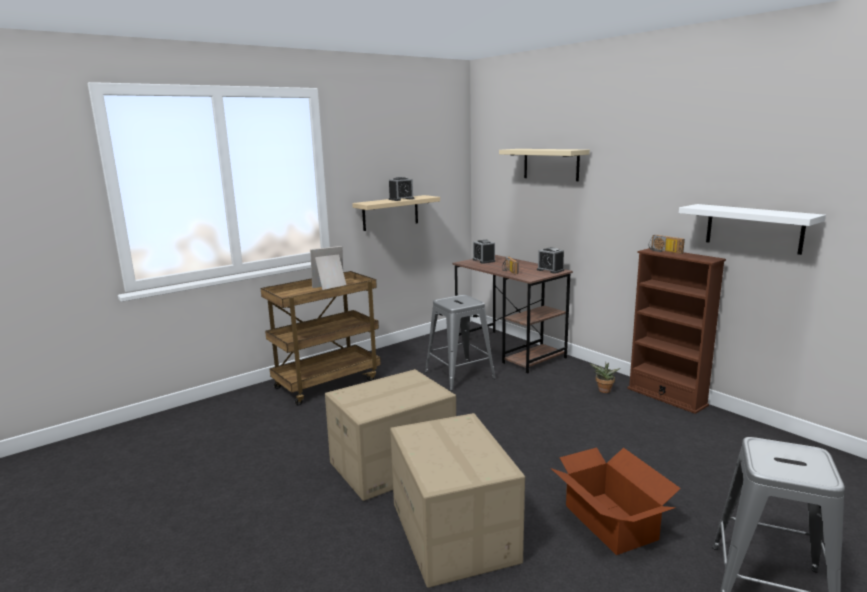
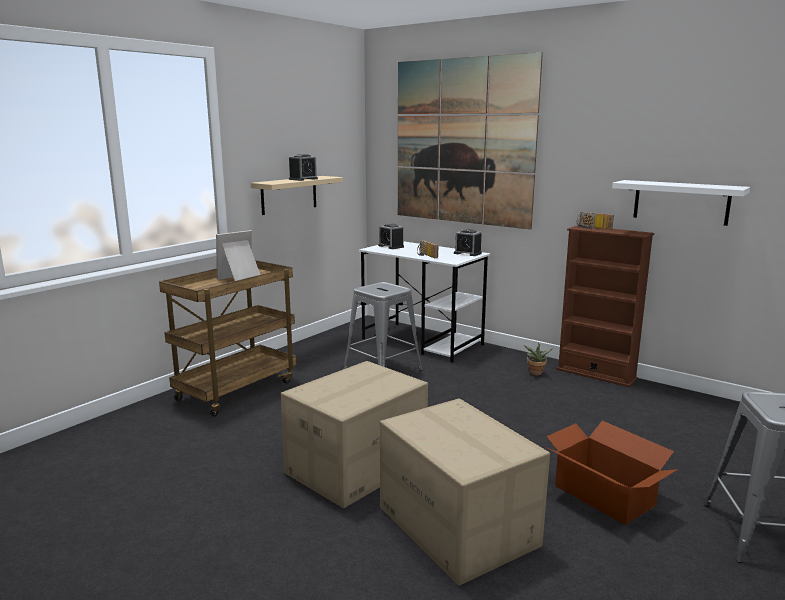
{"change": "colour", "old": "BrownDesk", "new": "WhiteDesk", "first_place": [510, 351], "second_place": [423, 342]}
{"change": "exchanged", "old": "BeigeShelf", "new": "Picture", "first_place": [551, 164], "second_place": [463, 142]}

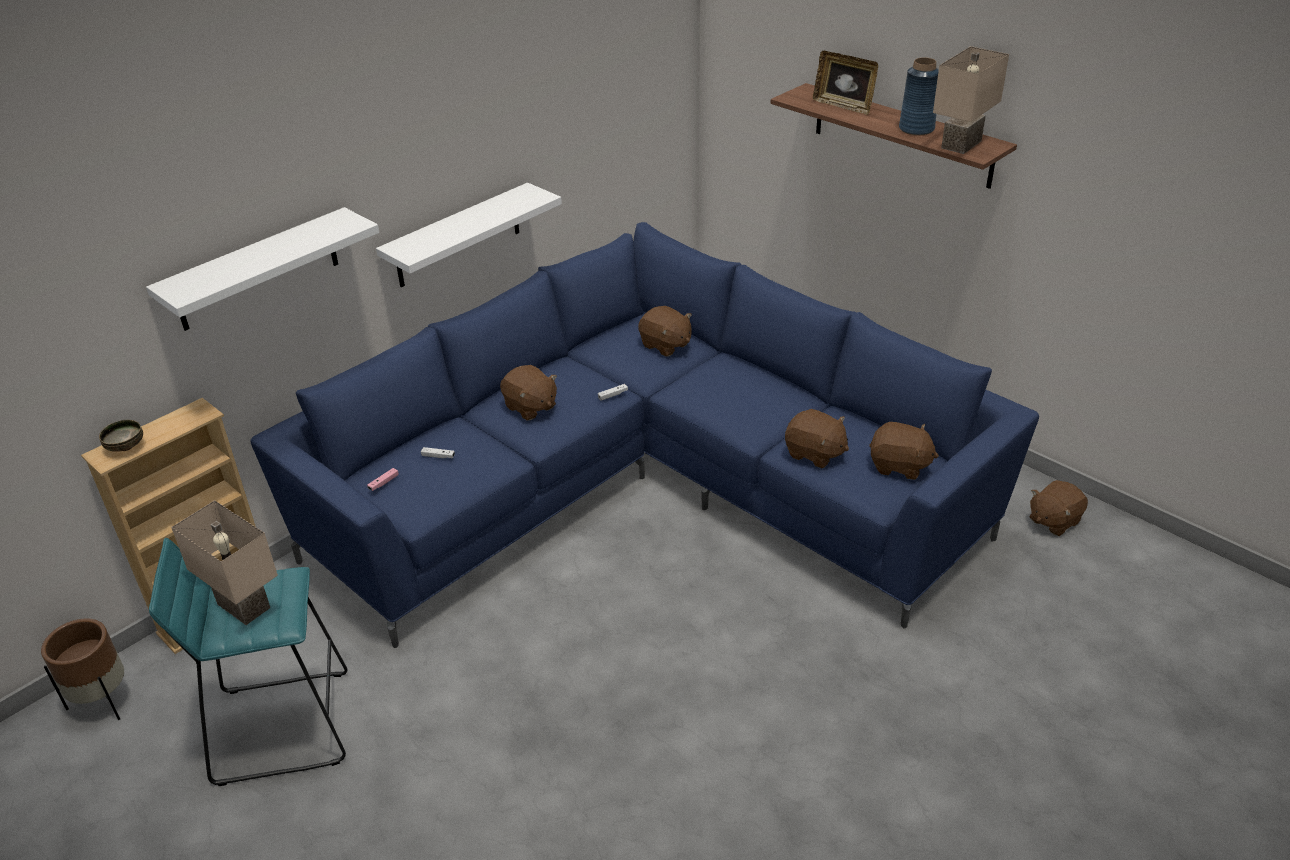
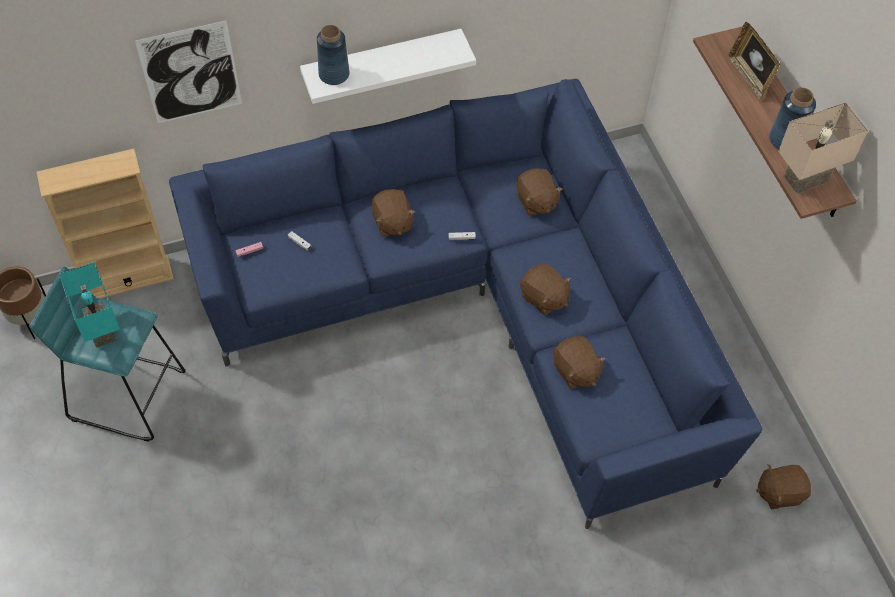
{"change": "missing", "old": "Bowl", "first_place": [126, 447]}
{"change": "exchanged", "old": "WhiteShelf", "new": "Picture", "first_place": [257, 270], "second_place": [190, 73]}
{"change": "colour", "old": "BeigeTableLamp", "new": "TurquoiseTableLamp", "first_place": [246, 604], "second_place": [104, 330]}
{"change": "relocated", "old": "BrownPlushToy", "first_place": [899, 466], "second_place": [544, 298]}
{"change": "appeared", "new": "BlueVase", "second_place": [334, 74]}

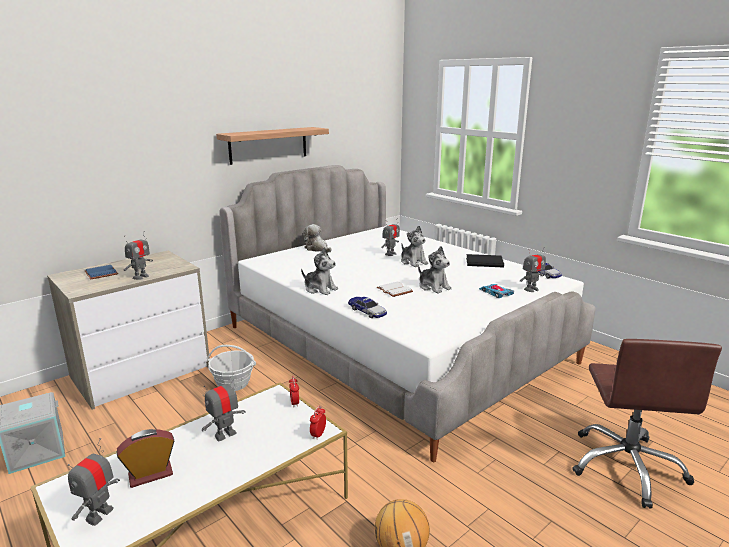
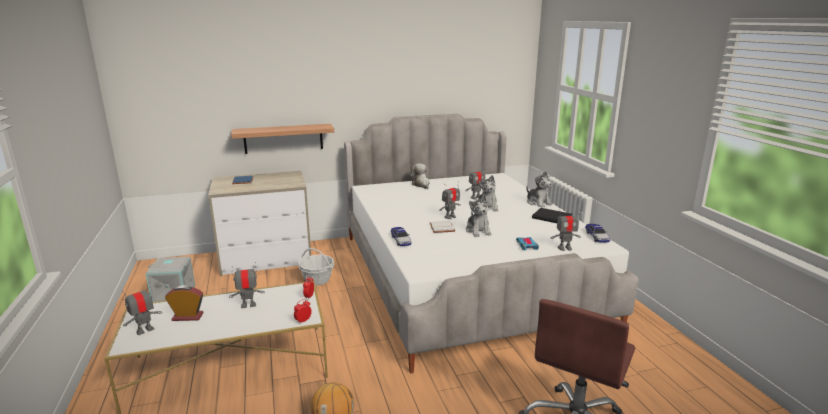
{"change": "relocated", "old": "ToyRobot", "first_place": [141, 277], "second_place": [450, 217]}
{"change": "relocated", "old": "Shelf", "first_place": [268, 145], "second_place": [283, 138]}
{"change": "relocated", "old": "PlushToy", "first_place": [320, 289], "second_place": [538, 203]}

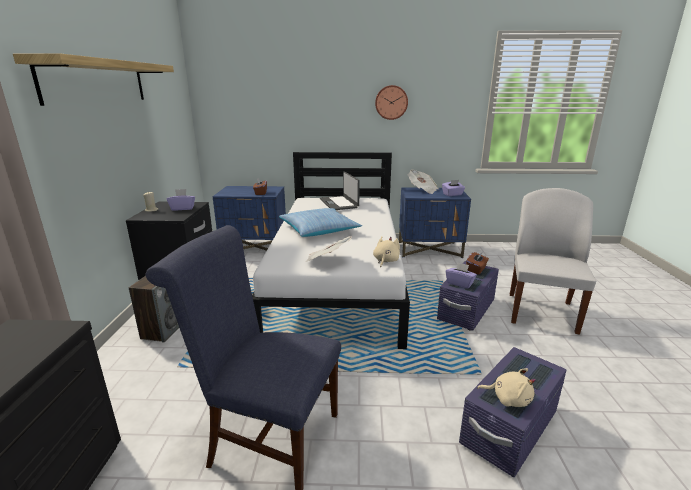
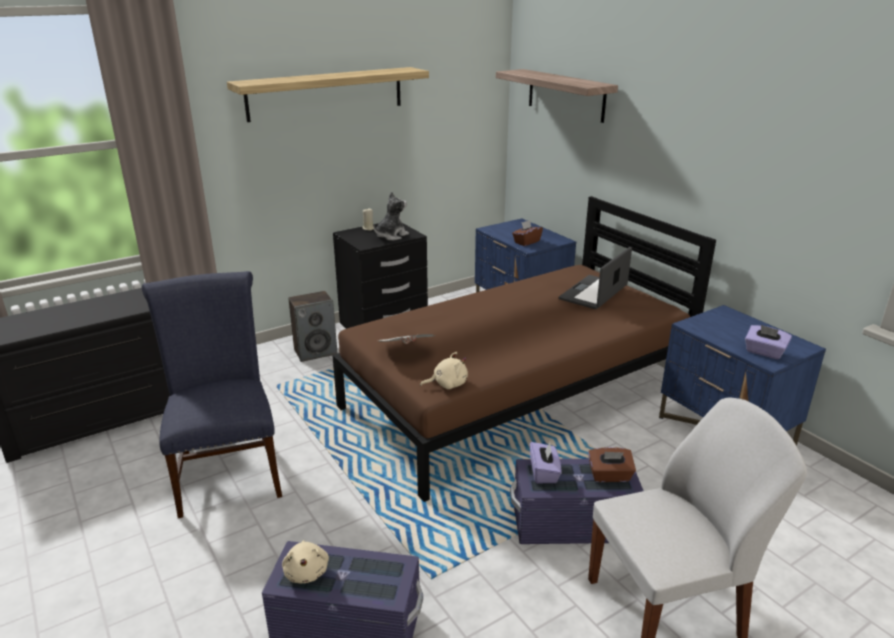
{"change": "exchanged", "old": "PurpleTissueBox", "new": "PlushToy", "first_place": [183, 208], "second_place": [391, 236]}
{"change": "colour", "old": "WhiteBed", "new": "BrownBed", "first_place": [338, 281], "second_place": [517, 397]}
{"change": "missing", "old": "Pillow", "first_place": [319, 230]}
{"change": "missing", "old": "WallClock", "first_place": [391, 102]}
{"change": "missing", "old": "Newspaper", "first_place": [422, 190]}
{"change": "appeared", "new": "Shelf", "second_place": [566, 95]}

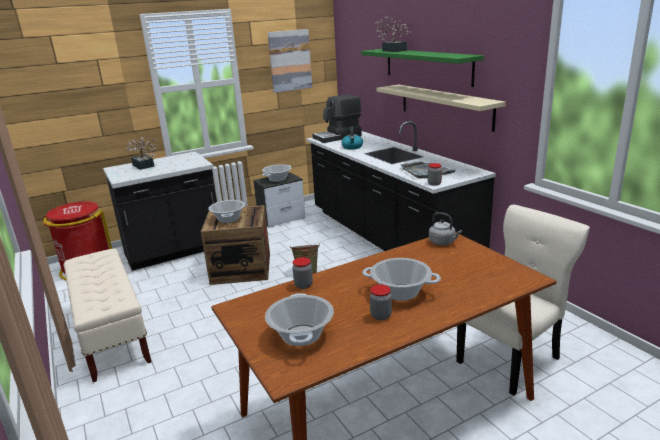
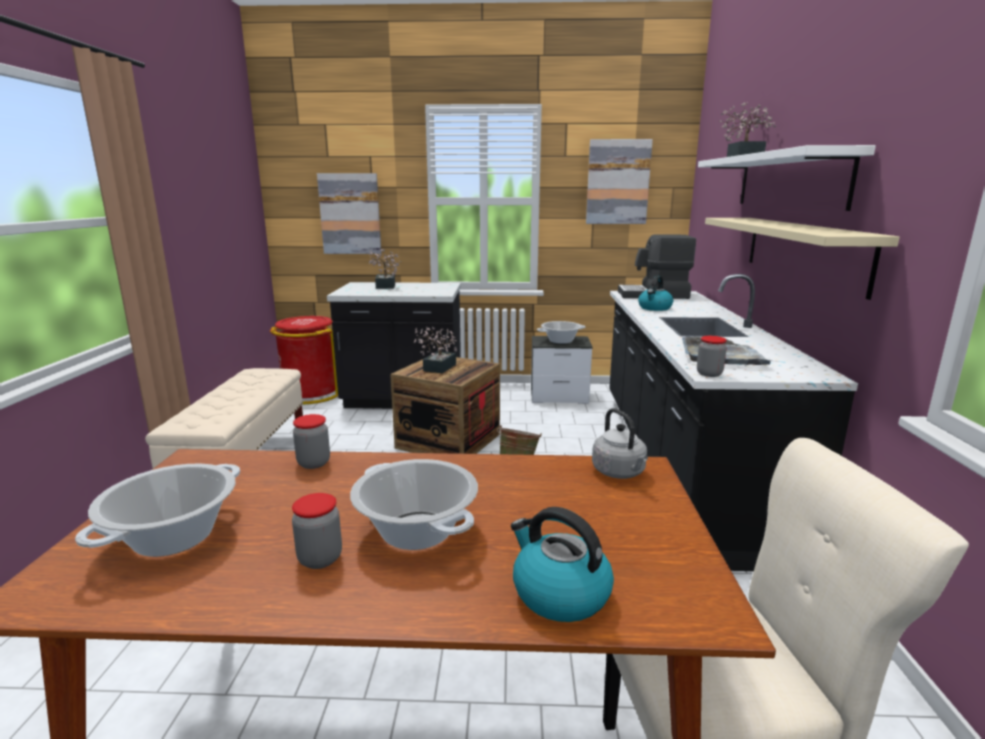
{"change": "exchanged", "old": "CookingPot", "new": "PottedPlant", "first_place": [228, 219], "second_place": [437, 368]}
{"change": "colour", "old": "GreenShelf", "new": "WhiteShelf", "first_place": [427, 66], "second_place": [789, 181]}
{"change": "appeared", "new": "Picture", "second_place": [350, 214]}
{"change": "appeared", "new": "Kettle", "second_place": [559, 593]}

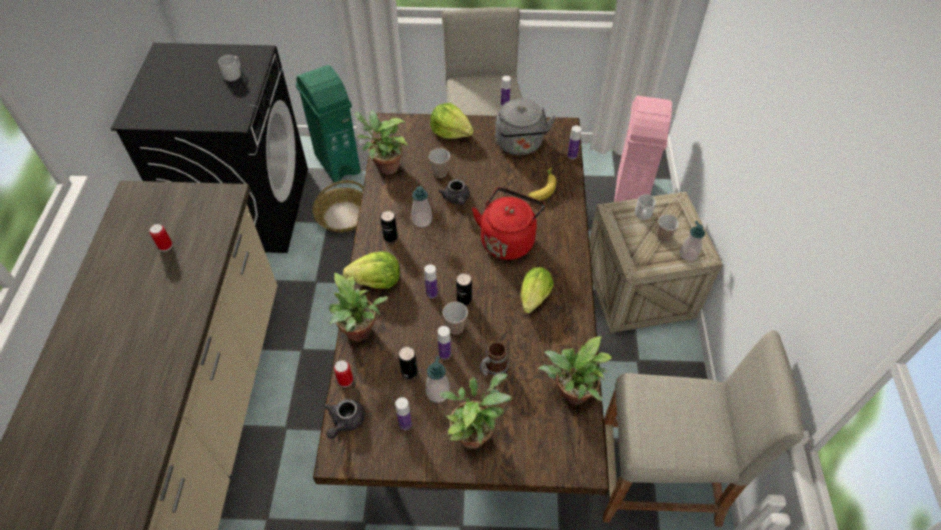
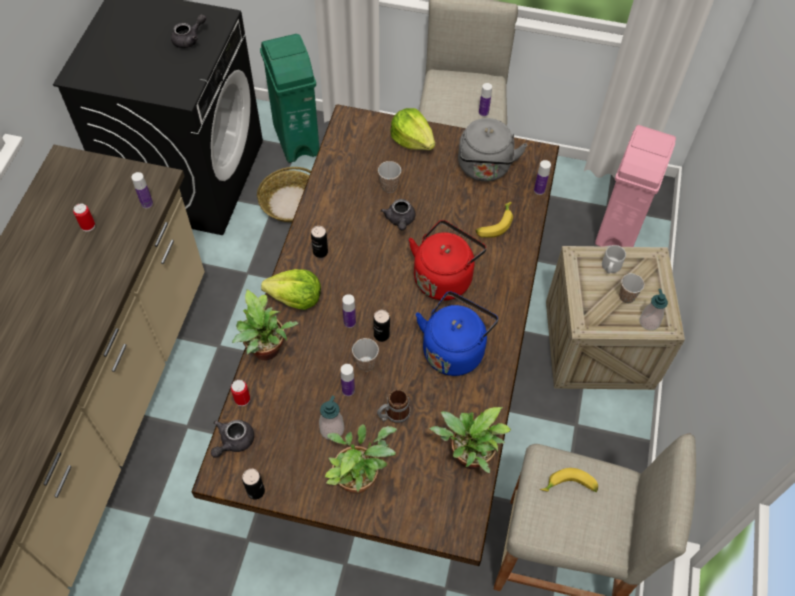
{"change": "exchanged", "old": "GreyMug", "new": "GreyTeapot", "first_place": [233, 74], "second_place": [189, 39]}
{"change": "missing", "old": "PottedPlant", "first_place": [384, 166]}
{"change": "relocated", "old": "Bottle", "first_place": [405, 424], "second_place": [147, 203]}
{"change": "relocated", "old": "Can", "first_place": [409, 372], "second_place": [256, 491]}
{"change": "missing", "old": "SoapDispenser", "first_place": [422, 220]}
{"change": "exchanged", "old": "Lettuce", "new": "BlueKettle", "first_place": [533, 300], "second_place": [454, 349]}
{"change": "appeared", "new": "Banana", "second_place": [569, 487]}

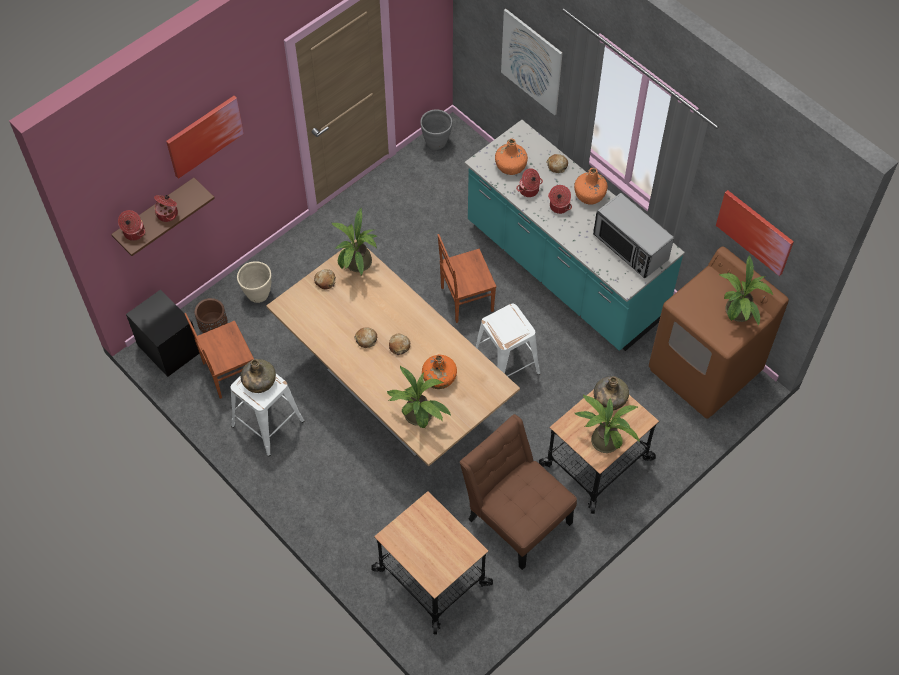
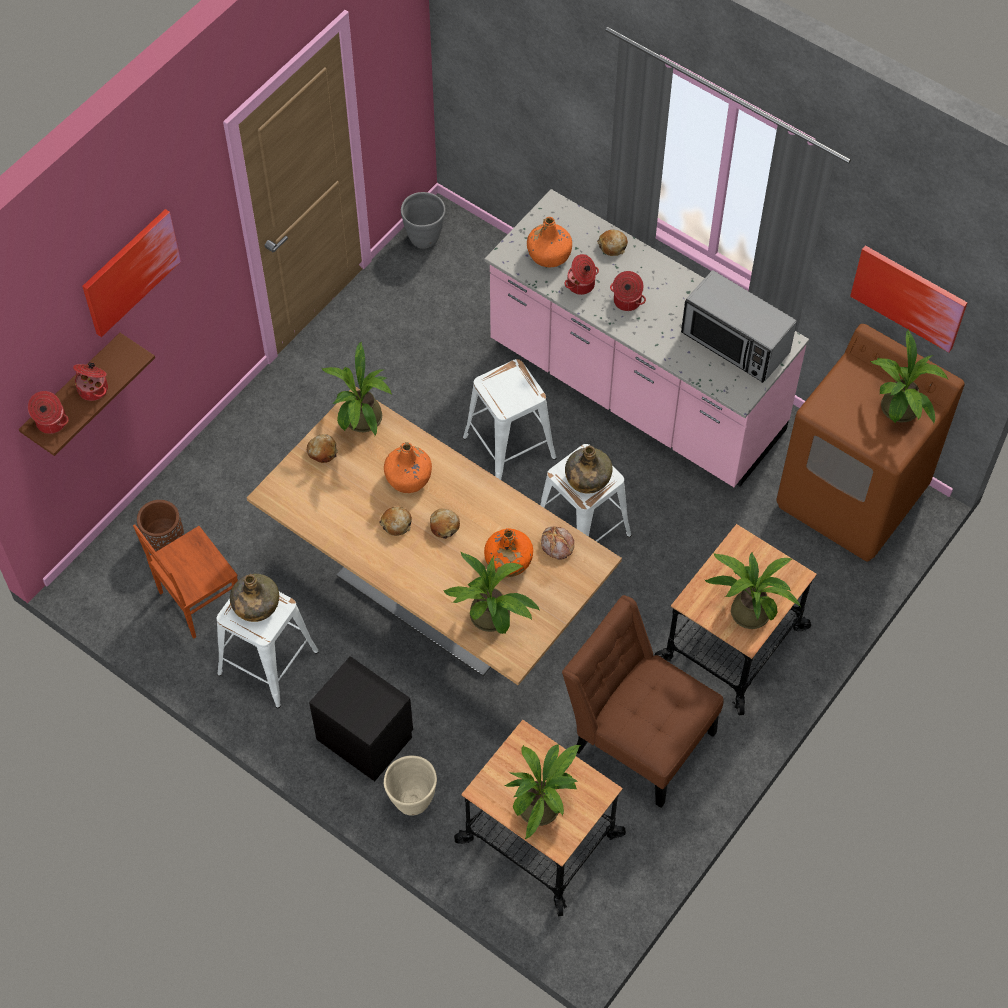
{"change": "relocated", "old": "BlackNightstand", "first_place": [170, 348], "second_place": [366, 736]}
{"change": "relocated", "old": "BeigePlanter", "first_place": [258, 295], "second_place": [412, 801]}
{"change": "exchanged", "old": "BrownChair", "new": "WhiteStool", "first_place": [465, 299], "second_place": [508, 448]}
{"change": "colour", "old": "TurquoiseCounter", "new": "PinkCounter", "first_place": [564, 271], "second_place": [635, 390]}
{"change": "missing", "old": "Picture", "first_place": [531, 62]}
{"change": "relocated", "old": "OrangeBottle", "first_place": [590, 194], "second_place": [409, 477]}
{"change": "relocated", "old": "GreenBottle", "first_place": [609, 399], "second_place": [587, 478]}
{"change": "appeared", "new": "PottedPlant", "second_place": [543, 805]}
{"change": "appeared", "new": "Bread", "second_place": [556, 545]}

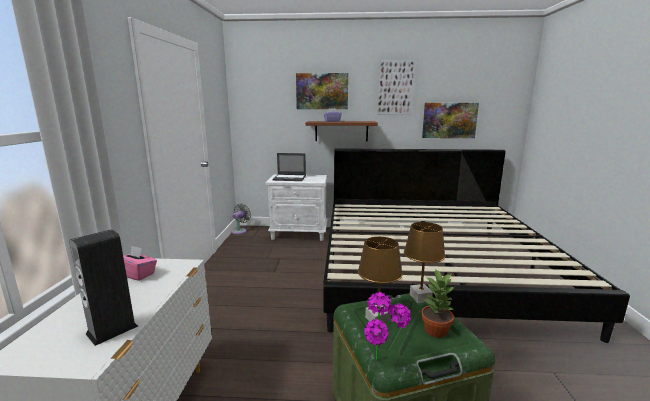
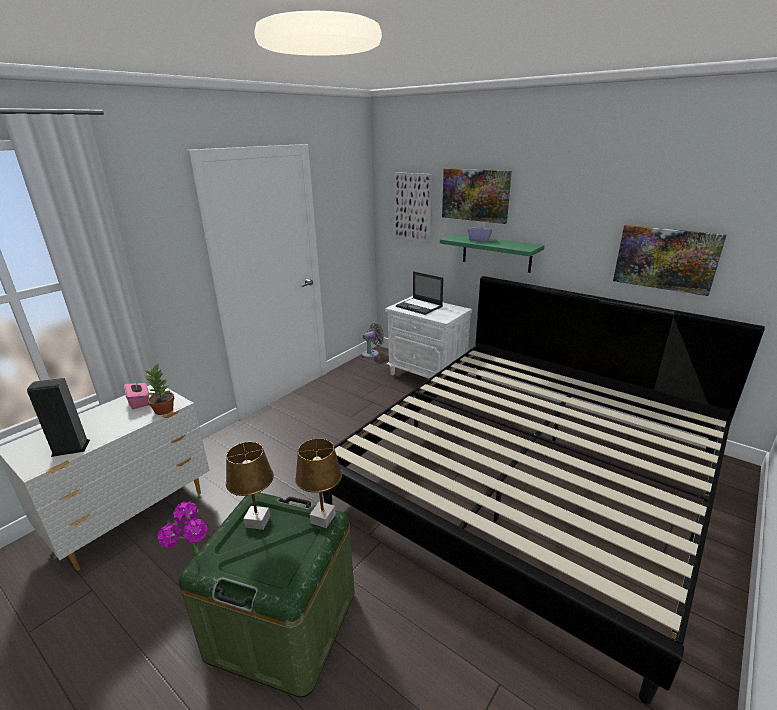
{"change": "colour", "old": "BrownShelf", "new": "GreenShelf", "first_place": [341, 131], "second_place": [496, 253]}
{"change": "relocated", "old": "Picture", "first_place": [395, 88], "second_place": [413, 207]}
{"change": "relocated", "old": "PottedPlant", "first_place": [436, 330], "second_place": [164, 410]}

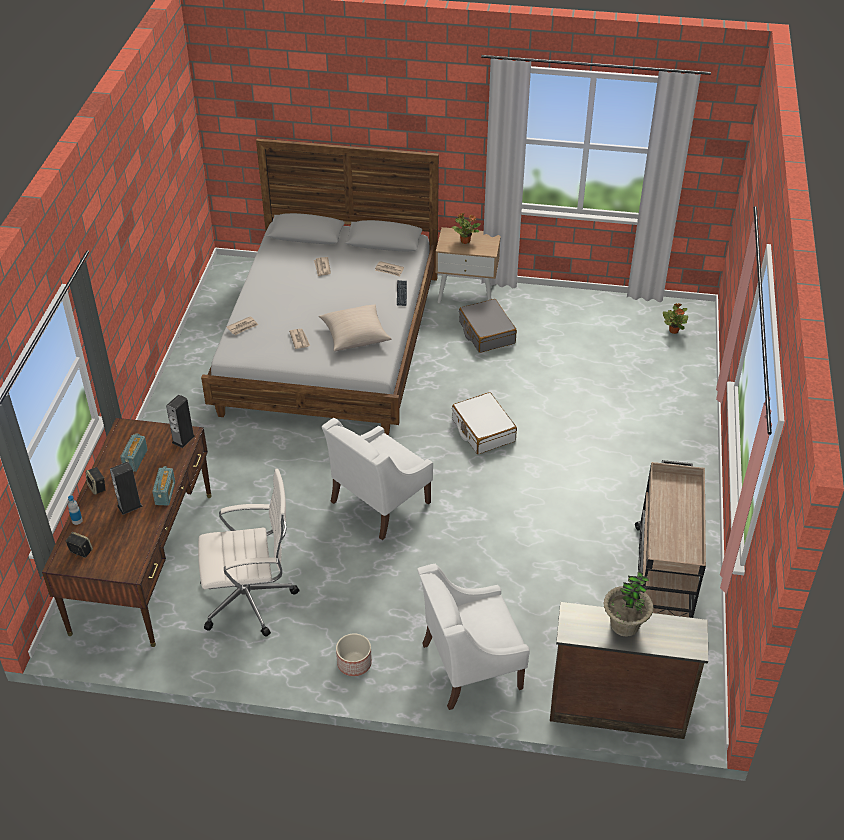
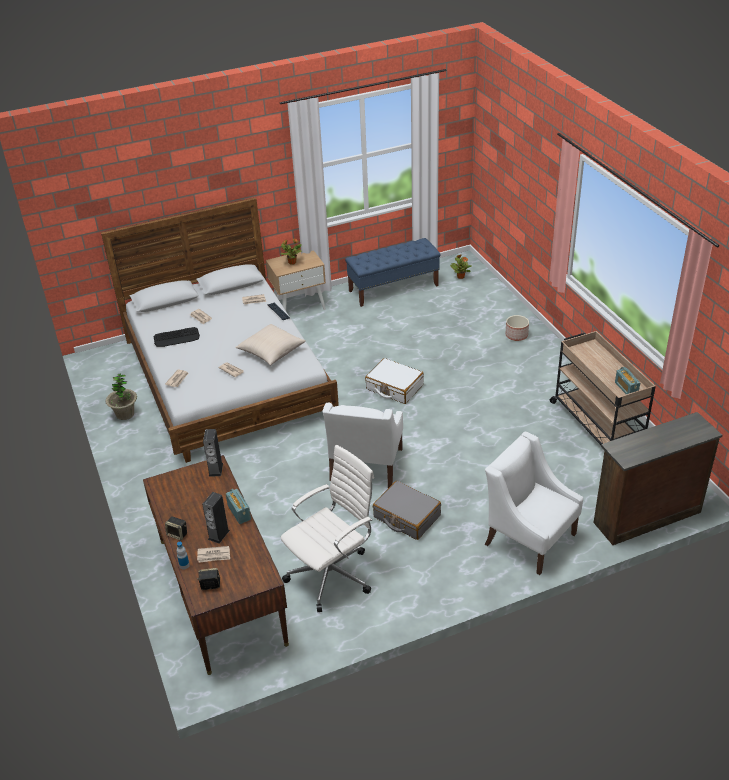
{"change": "relocated", "old": "Radio", "first_place": [135, 459], "second_place": [626, 388]}
{"change": "relocated", "old": "Planter", "first_place": [354, 663], "second_place": [516, 335]}
{"change": "spun", "old": "WhiteArmchair", "first_place": [470, 666], "second_place": [529, 538], "degrees": 90}
{"change": "relocated", "old": "GreySuitcase", "first_place": [486, 333], "second_place": [406, 517]}
{"change": "relocated", "old": "PottedPlant", "first_place": [624, 625], "second_place": [125, 414]}
{"change": "appeared", "new": "Keyboard", "second_place": [177, 338]}
{"change": "appeared", "new": "Newspaper", "second_place": [214, 555]}
{"change": "appeared", "new": "BlueBench", "second_place": [393, 288]}

